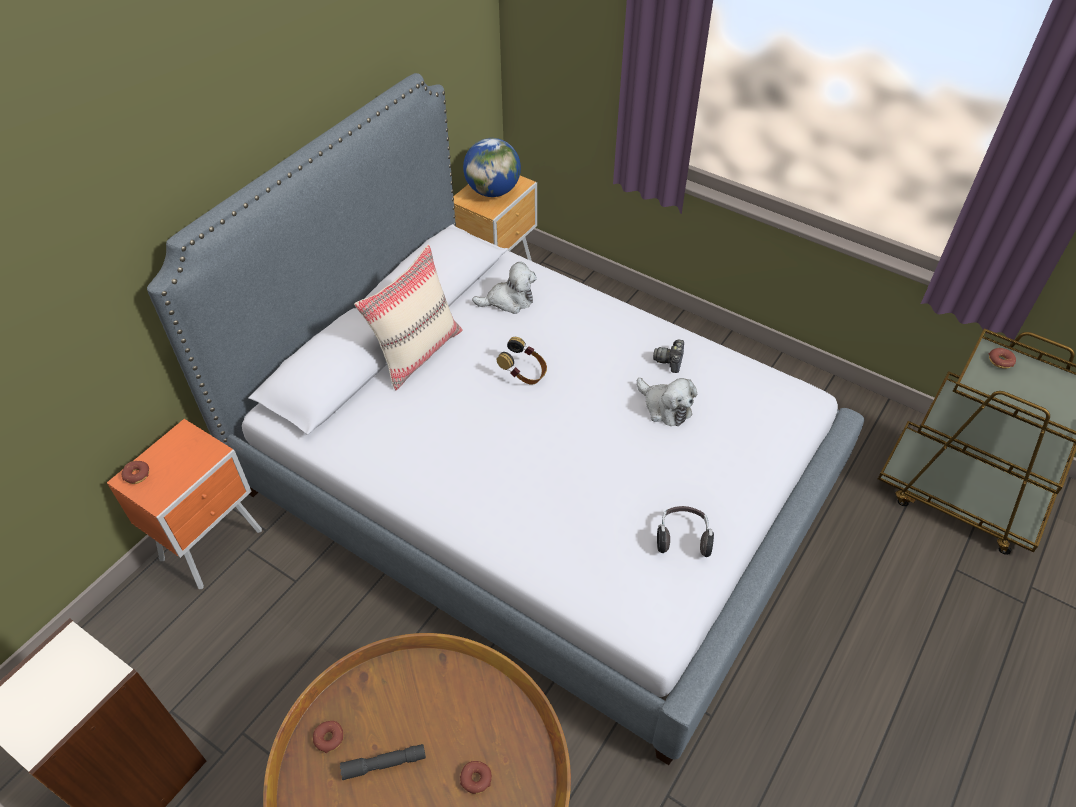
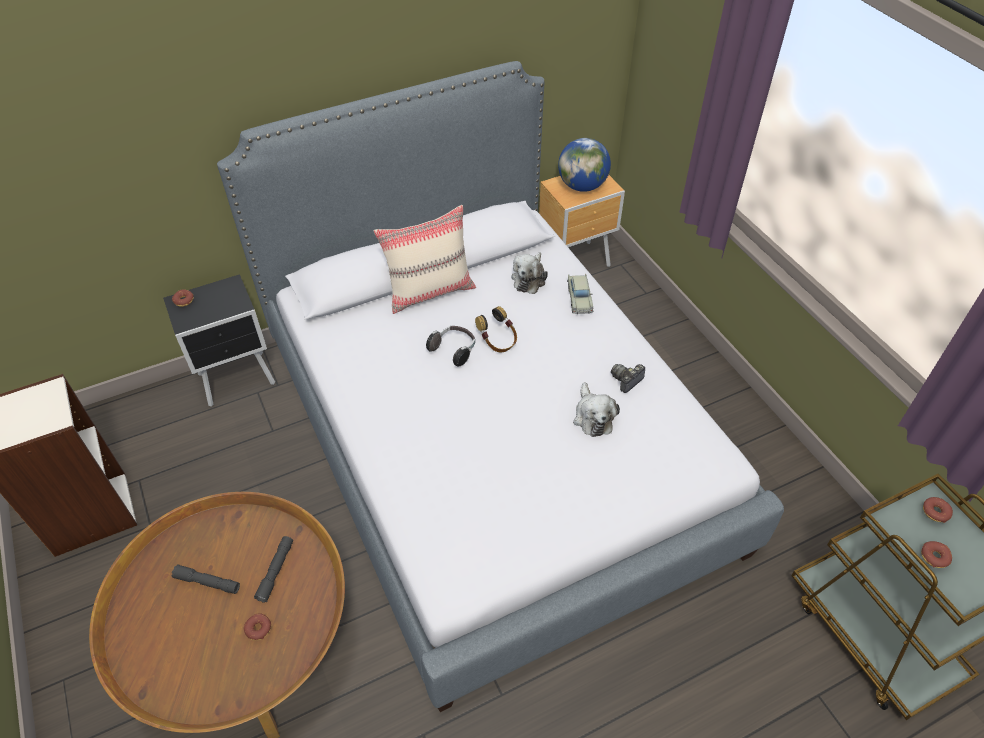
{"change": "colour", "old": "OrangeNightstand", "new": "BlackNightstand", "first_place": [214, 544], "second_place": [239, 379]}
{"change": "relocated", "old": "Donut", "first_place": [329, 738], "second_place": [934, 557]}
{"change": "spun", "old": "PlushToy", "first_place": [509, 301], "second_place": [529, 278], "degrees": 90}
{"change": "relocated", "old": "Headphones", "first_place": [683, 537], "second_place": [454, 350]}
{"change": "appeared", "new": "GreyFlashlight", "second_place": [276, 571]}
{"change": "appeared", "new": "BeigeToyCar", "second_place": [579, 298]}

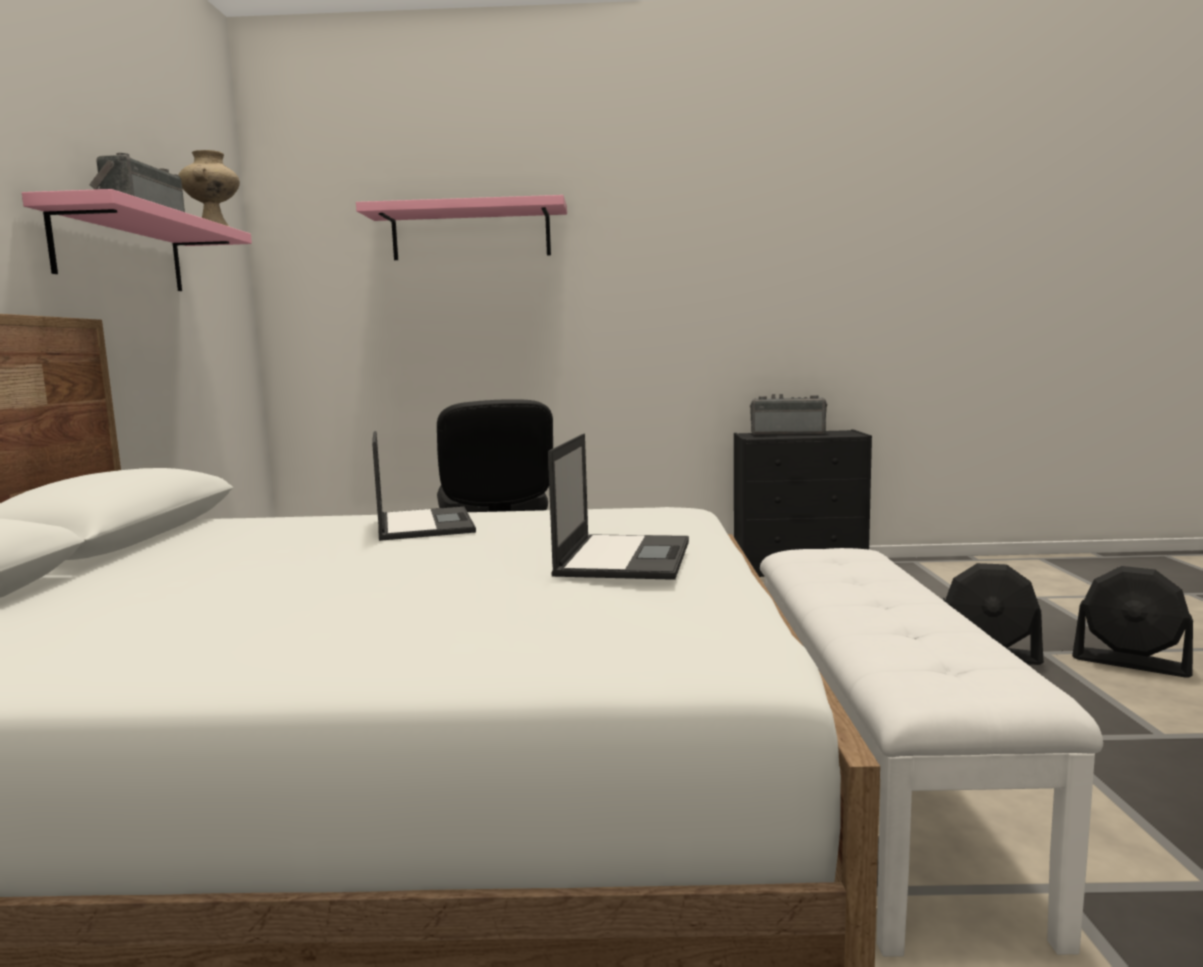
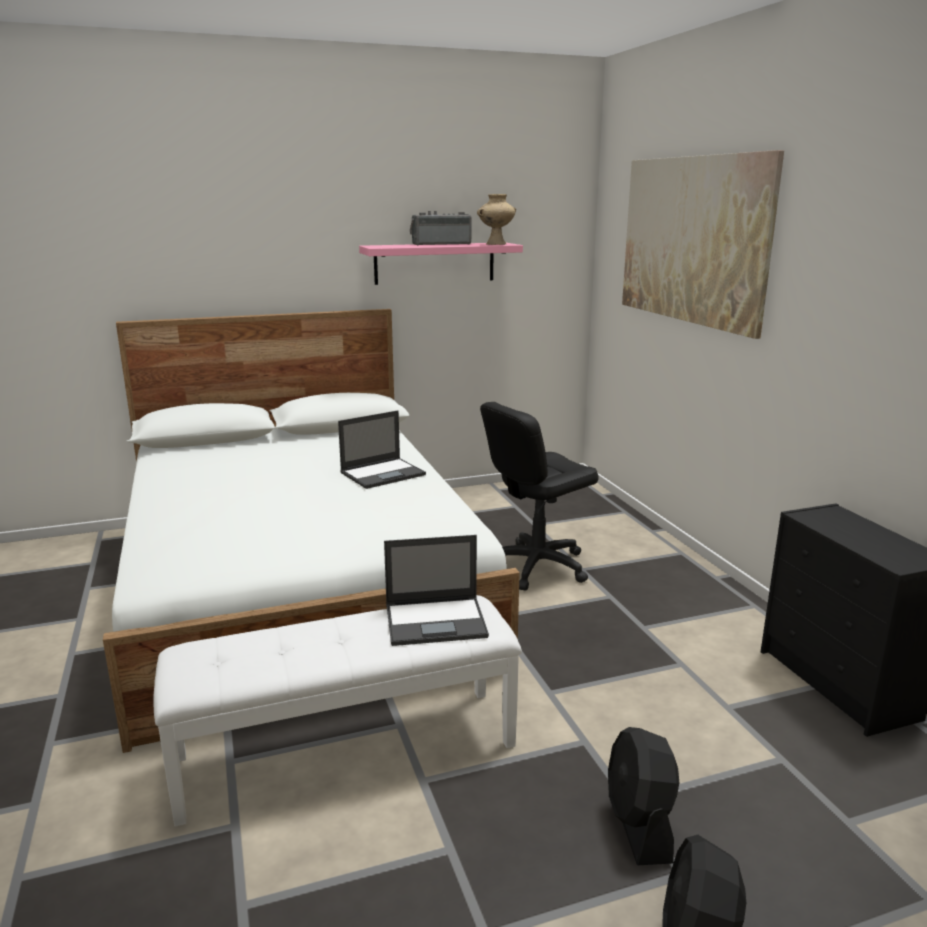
{"change": "exchanged", "old": "PinkShelf", "new": "Picture", "first_place": [471, 233], "second_place": [692, 240]}
{"change": "relocated", "old": "Laptop", "first_place": [624, 557], "second_place": [437, 621]}
{"change": "missing", "old": "Radio", "first_place": [788, 433]}

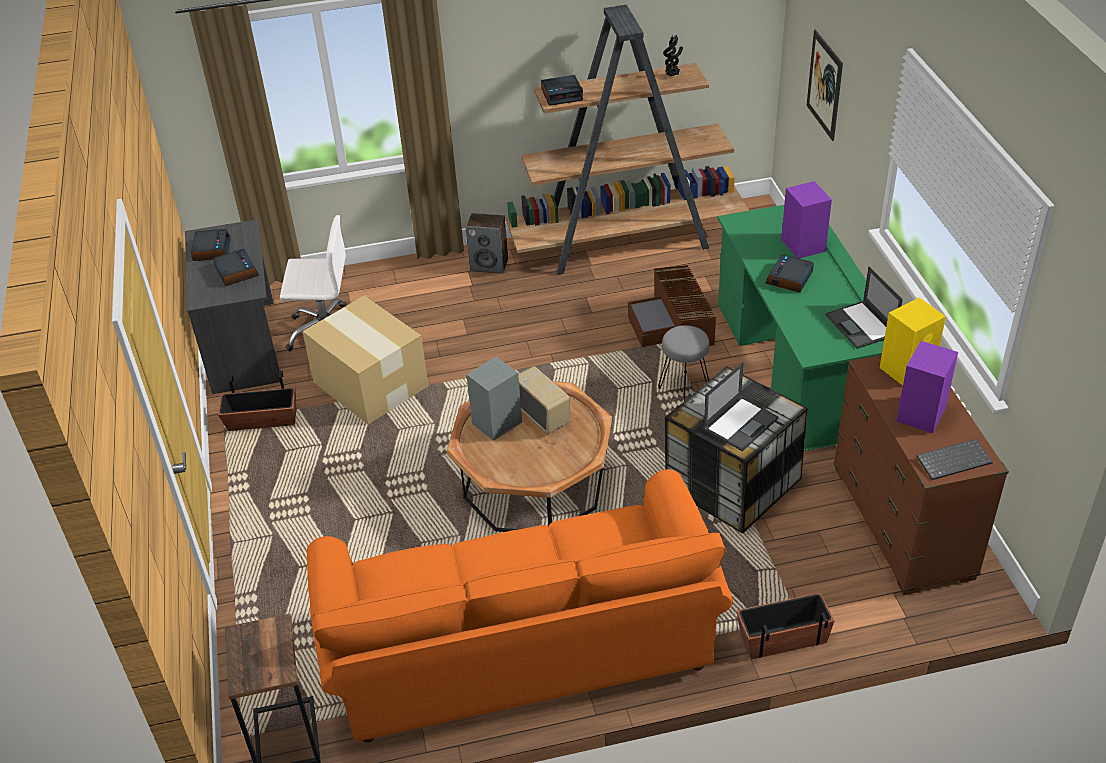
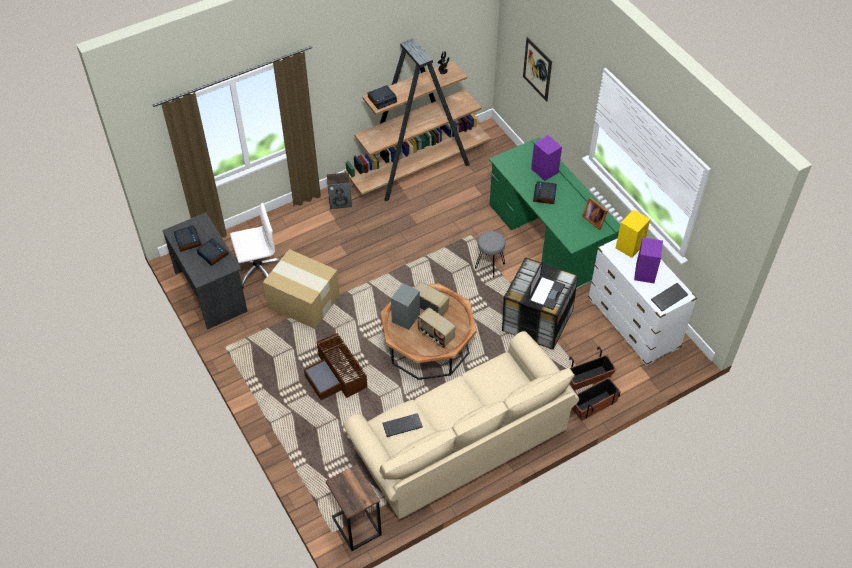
{"change": "relocated", "old": "Planter", "first_place": [262, 421], "second_place": [588, 378]}
{"change": "colour", "old": "OrangeSofa", "new": "BeigeSofa", "first_place": [520, 646], "second_place": [460, 444]}
{"change": "relocated", "old": "BrownStorageBox", "first_place": [673, 324], "second_place": [336, 376]}
{"change": "exchanged", "old": "Laptop", "new": "PictureFrame", "first_place": [861, 326], "second_place": [594, 219]}
{"change": "colour", "old": "BrownDresser", "new": "WhiteDresser", "first_place": [902, 523], "second_place": [633, 324]}
{"change": "appeared", "new": "Keyboard", "second_place": [402, 426]}
{"change": "appeared", "new": "Radio", "second_place": [435, 335]}

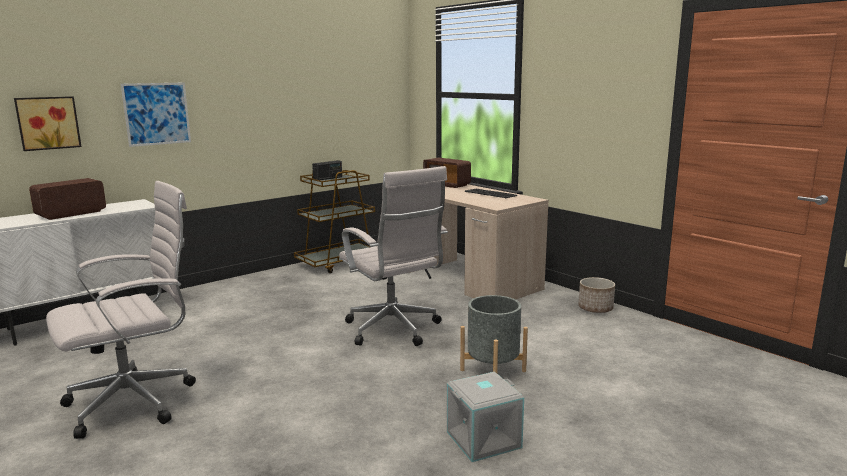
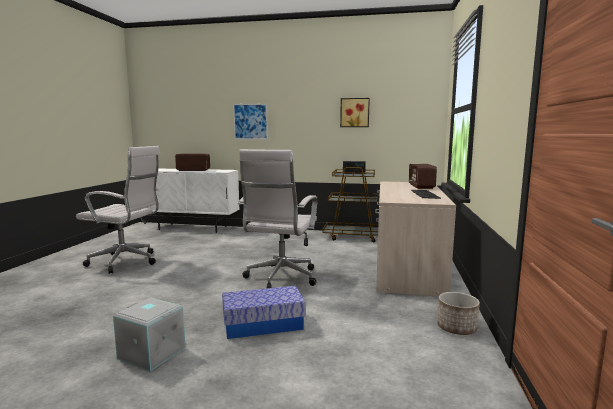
{"change": "relocated", "old": "Picture", "first_place": [48, 123], "second_place": [354, 112]}
{"change": "exchanged", "old": "GreyPlanter", "new": "StorageBox", "first_place": [493, 370], "second_place": [263, 324]}

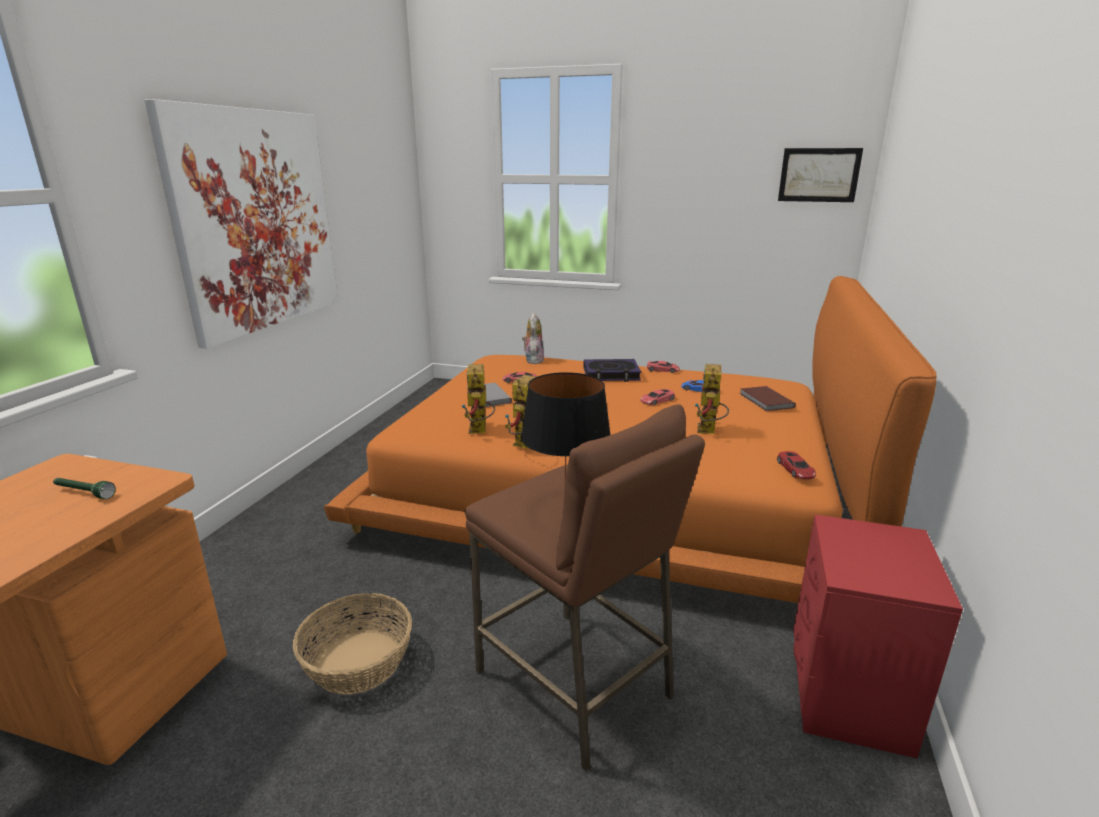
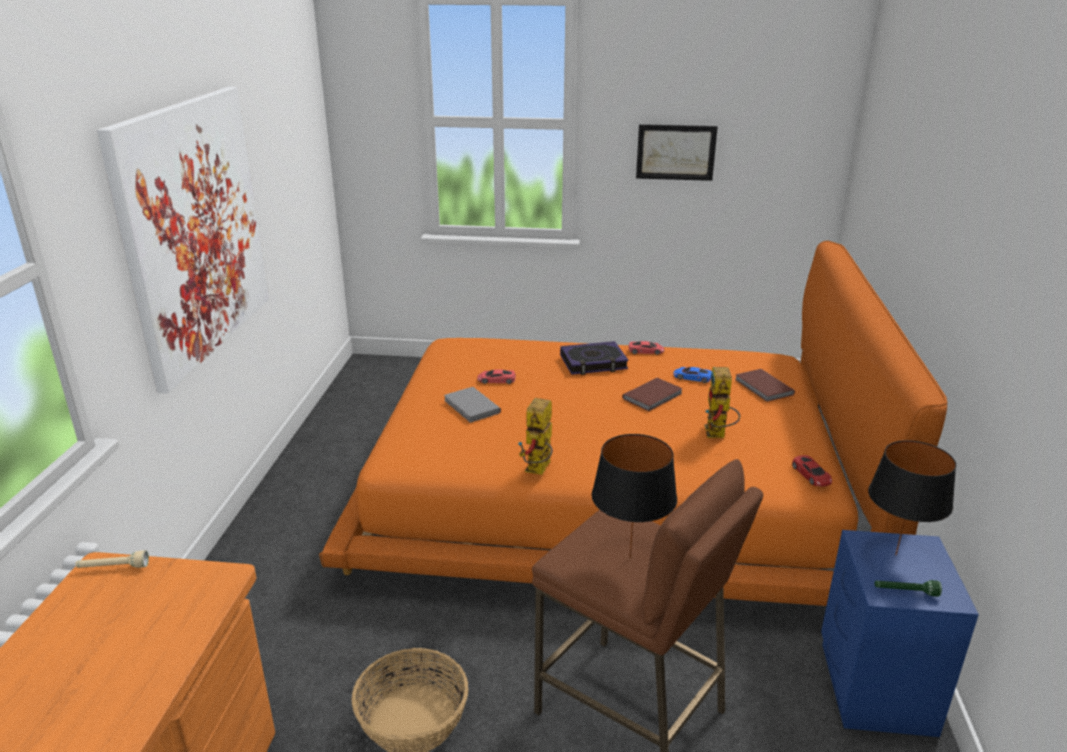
{"change": "relocated", "old": "GreenFlashlight", "first_place": [84, 493], "second_place": [905, 592]}
{"change": "missing", "old": "ToyRobot", "first_place": [480, 431]}
{"change": "missing", "old": "PlushToy", "first_place": [533, 360]}
{"change": "exchanged", "old": "RedToyCar", "new": "BrownBook", "first_place": [657, 400], "second_place": [654, 396]}
{"change": "relocated", "old": "Picture", "first_place": [819, 175], "second_place": [675, 152]}
{"change": "colour", "old": "RedNightstand", "new": "BlueNightstand", "first_place": [846, 697], "second_place": [874, 690]}
{"change": "appeared", "new": "BeigeFlashlight", "second_place": [113, 568]}
{"change": "appeared", "new": "BlackTableLamp", "second_place": [896, 555]}

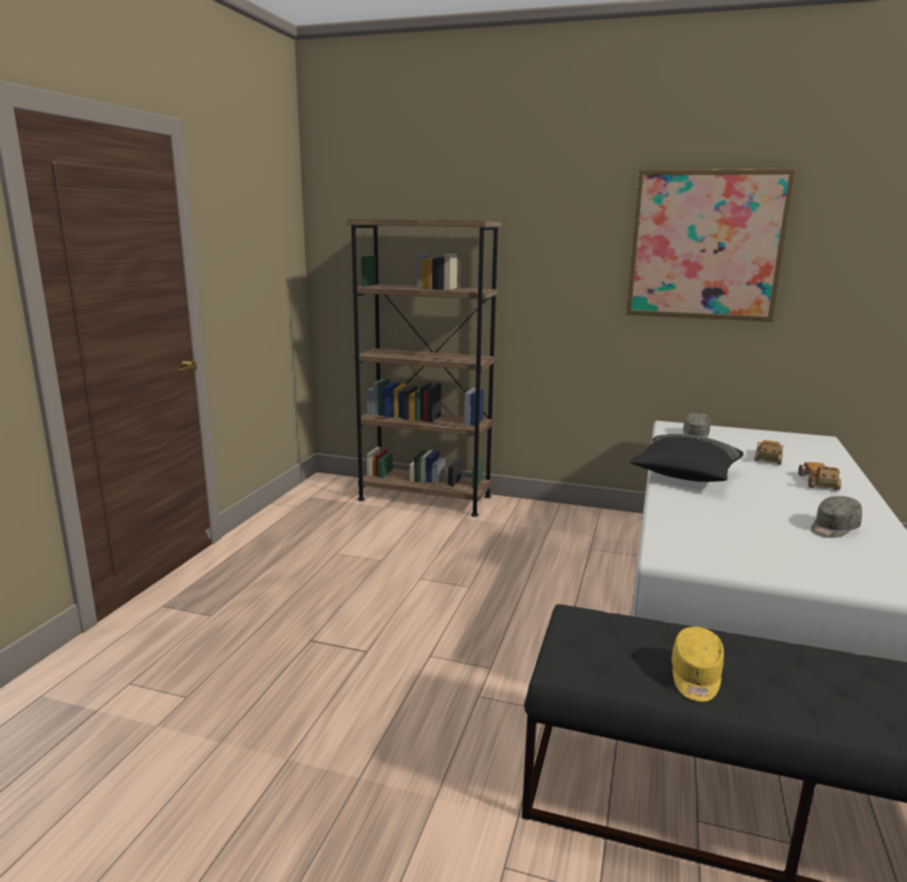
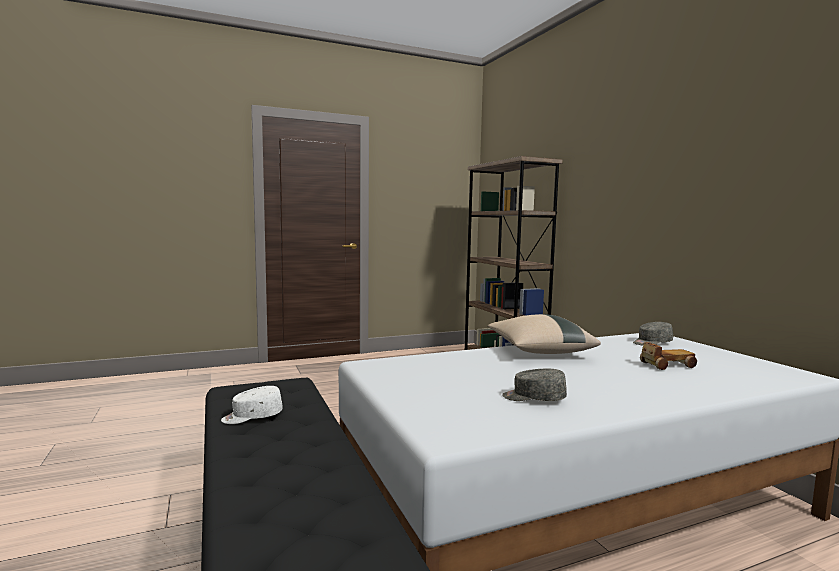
{"change": "missing", "old": "Picture", "first_place": [705, 245]}
{"change": "colour", "old": "BlackPillow", "new": "BeigePillow", "first_place": [685, 476], "second_place": [539, 351]}
{"change": "colour", "old": "YellowCap", "new": "WhiteCap", "first_place": [695, 677], "second_place": [252, 417]}
{"change": "missing", "old": "ToyCar", "first_place": [818, 483]}

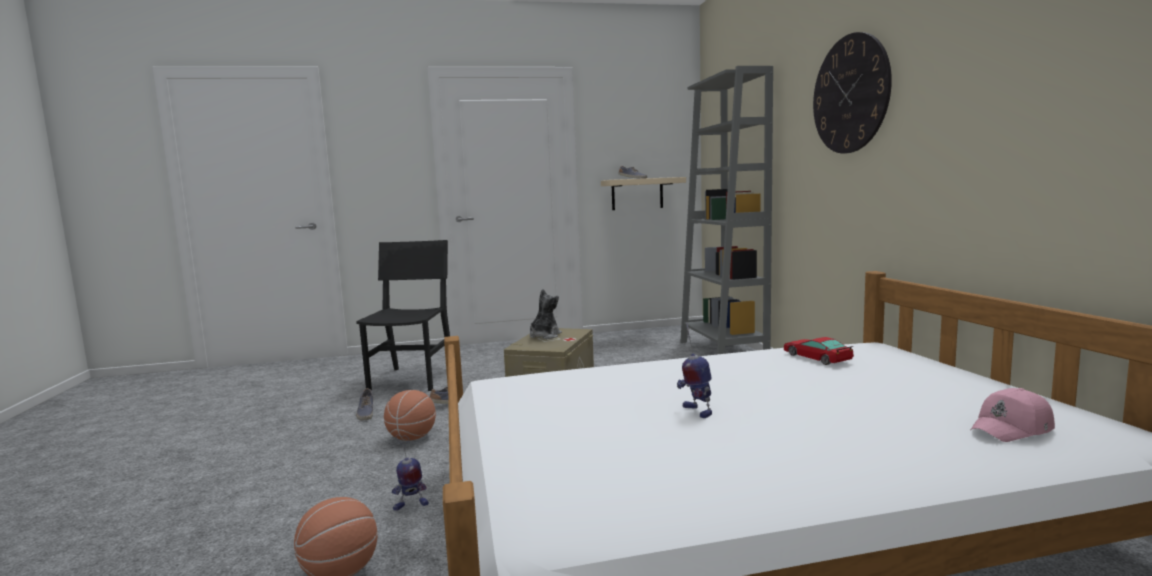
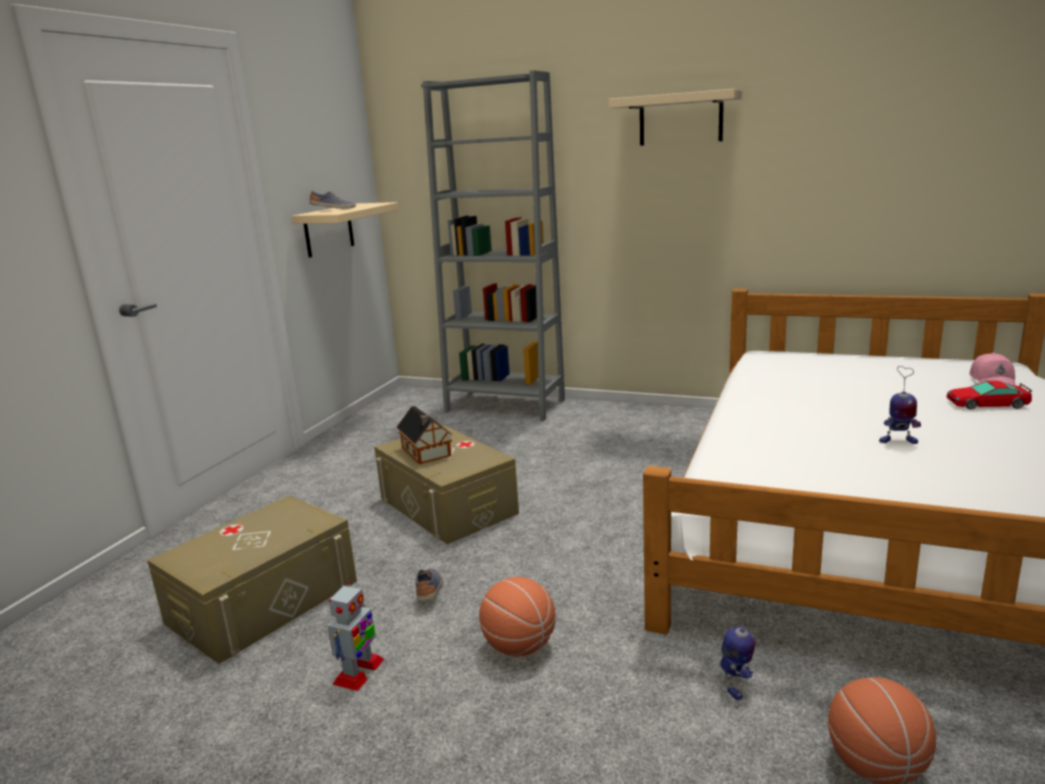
{"change": "exchanged", "old": "BlackChair", "new": "BeigeStorageBox", "first_place": [412, 379], "second_place": [263, 602]}
{"change": "exchanged", "old": "Shoe", "new": "ToyRobot", "first_place": [365, 413], "second_place": [358, 672]}
{"change": "exchanged", "old": "PlushToy", "new": "ToyHouse", "first_place": [544, 336], "second_place": [426, 452]}
{"change": "relocated", "old": "ToyCar", "first_place": [817, 357], "second_place": [987, 404]}
{"change": "exchanged", "old": "WallClock", "new": "BeigeShelf", "first_place": [850, 94], "second_place": [680, 119]}

